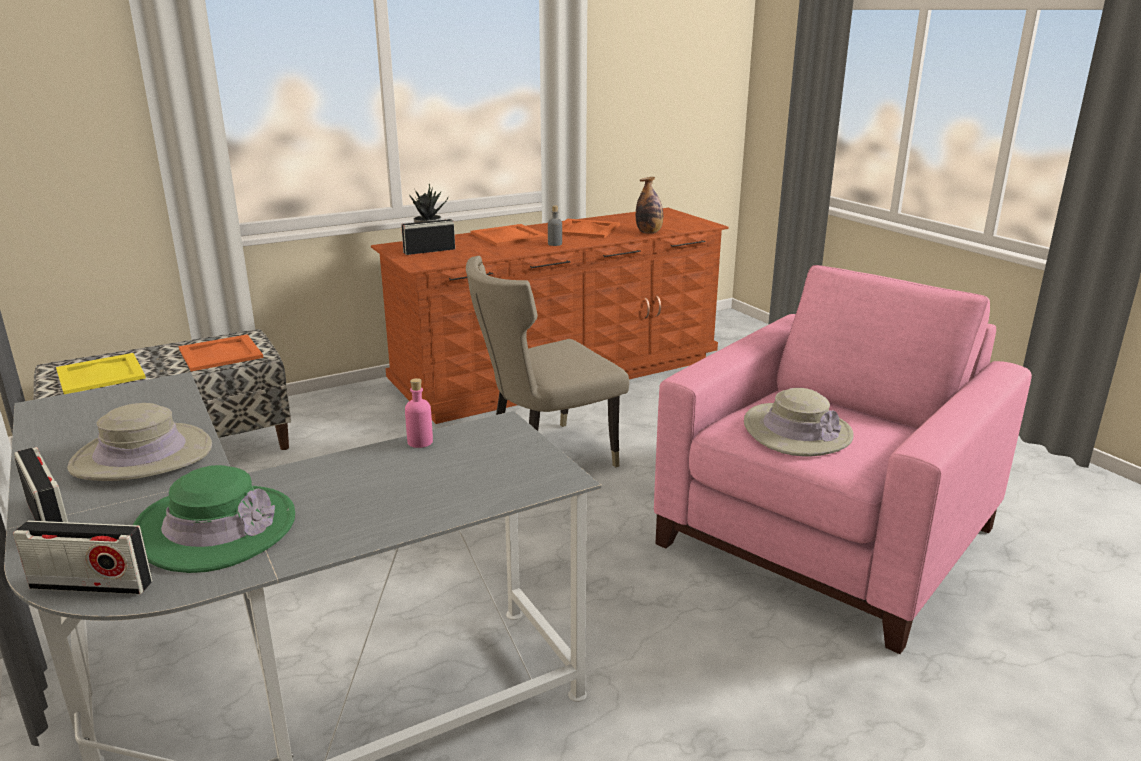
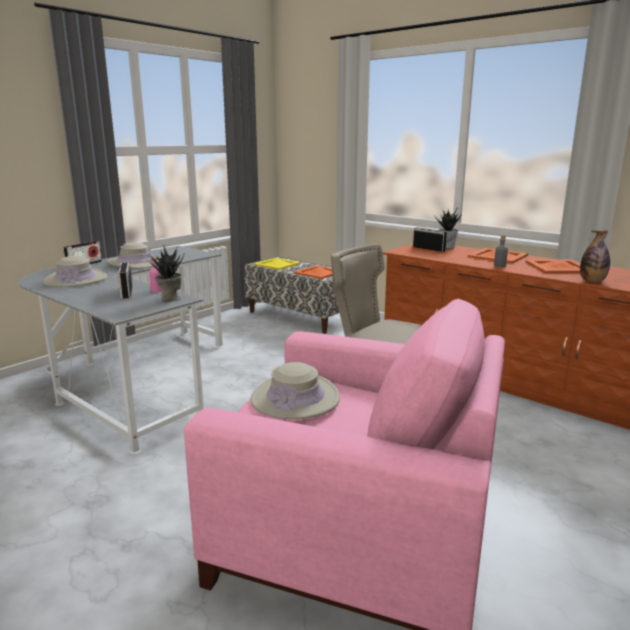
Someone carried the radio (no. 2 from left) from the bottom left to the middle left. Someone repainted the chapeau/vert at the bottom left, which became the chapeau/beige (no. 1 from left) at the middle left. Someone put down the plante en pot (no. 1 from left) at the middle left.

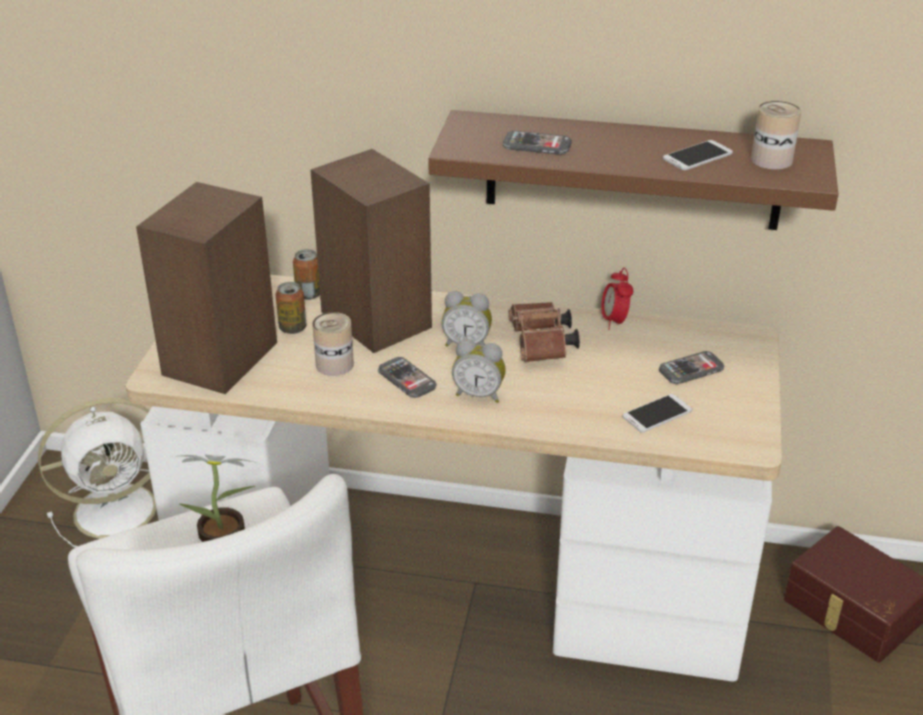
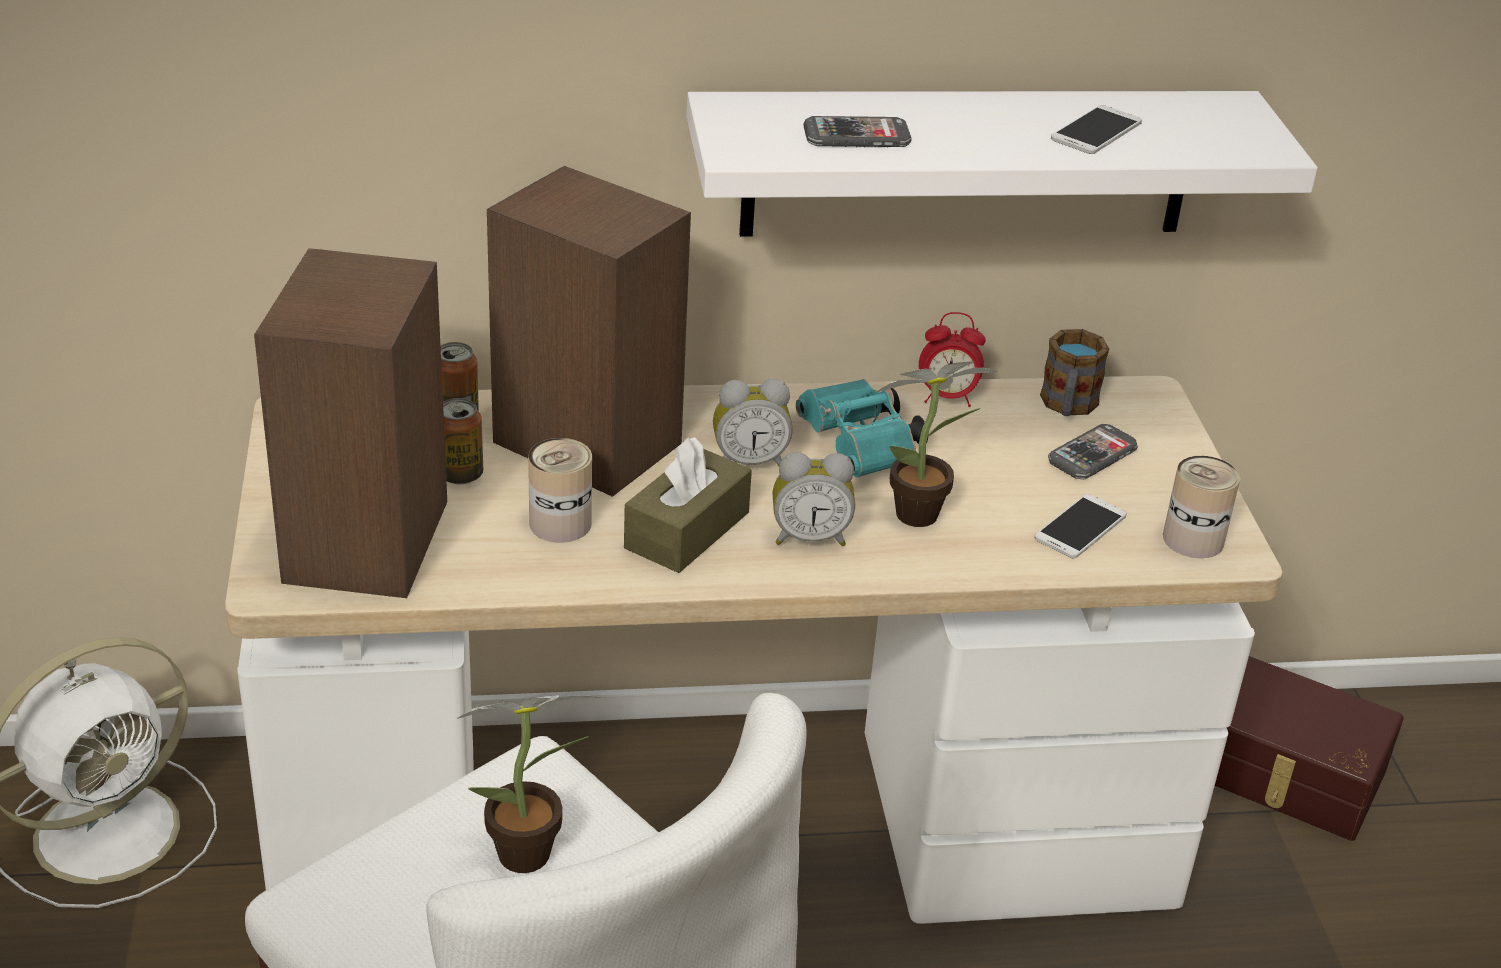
Someone swapped the téléphone (no. 1 from left) at the centre for the boîte à mouchoirs/marron at the centre. Someone repainted the étagère/marron at the top right, which became the étagère/blanc at the top right. Someone repainted the jumelles/marron at the centre, which became the jumelles/turquoise at the centre. Someone rotated the réveil (no. 3 from left) at the middle right by 60 degrees counterclockwise. Someone carried the boîte métallique (no. 4 from left) from the top right to the middle right. Someone put down the plante en pot (no. 2 from left) at the centre. Someone put down the mug at the middle right.

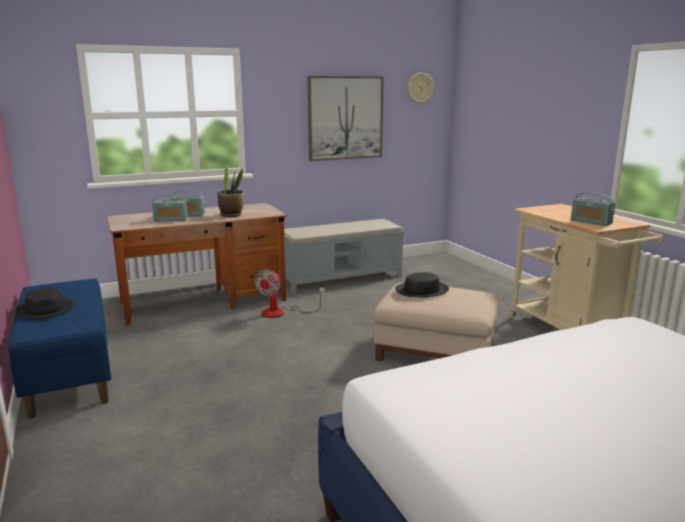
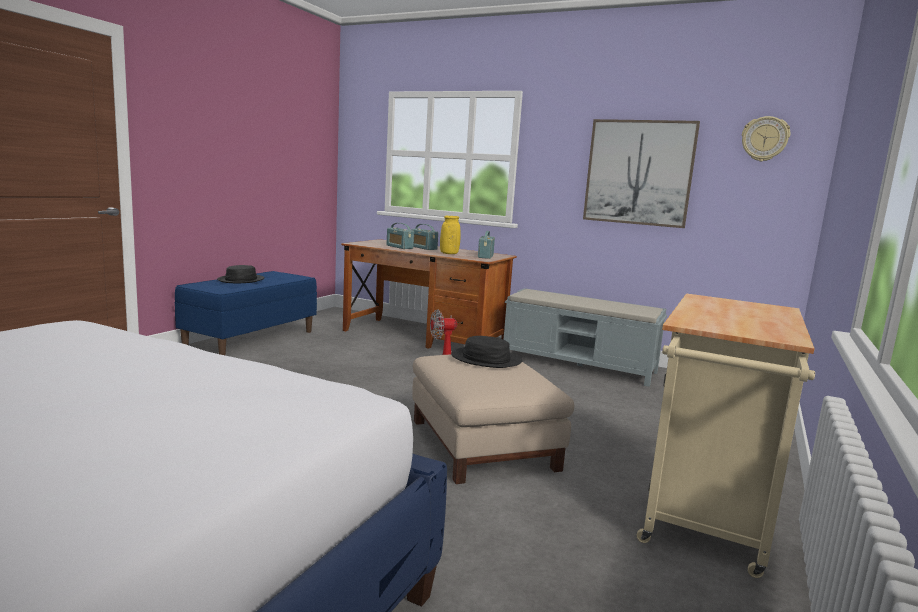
Someone swapped the plante en pot at the centre for the vase/jaune at the centre. Someone carried the radio (no. 3 from left) from the middle right to the centre.

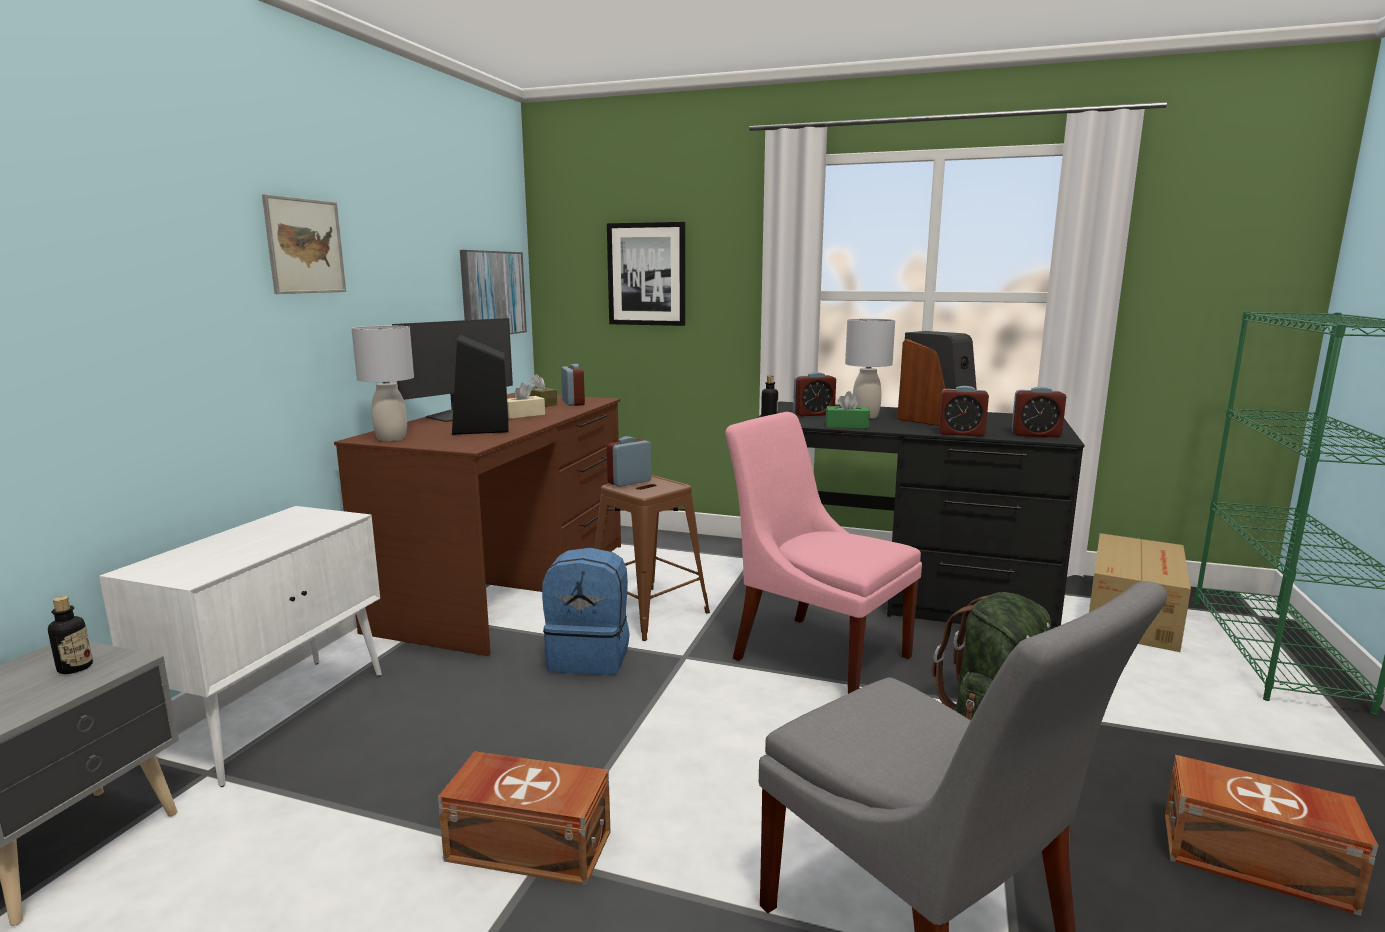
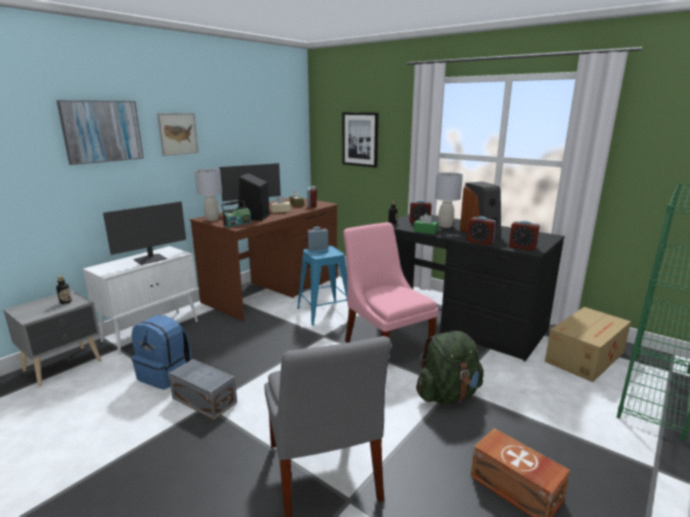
Someone repainted the boîte de rangement/marron (no. 1 from left) at the bottom centre, which became the boîte de rangement/gris at the bottom left. Someone carried the tableau (no. 2 from left in the first image) from the top centre to the top left. Someone carried the sac à dos/bleu from the centre to the bottom left. Someone repainted the tabouret/marron at the centre, which became the tabouret/bleu at the centre. Someone put down the écran d'ordinateur (no. 1 from left) at the middle left. Someone put down the radio at the centre.

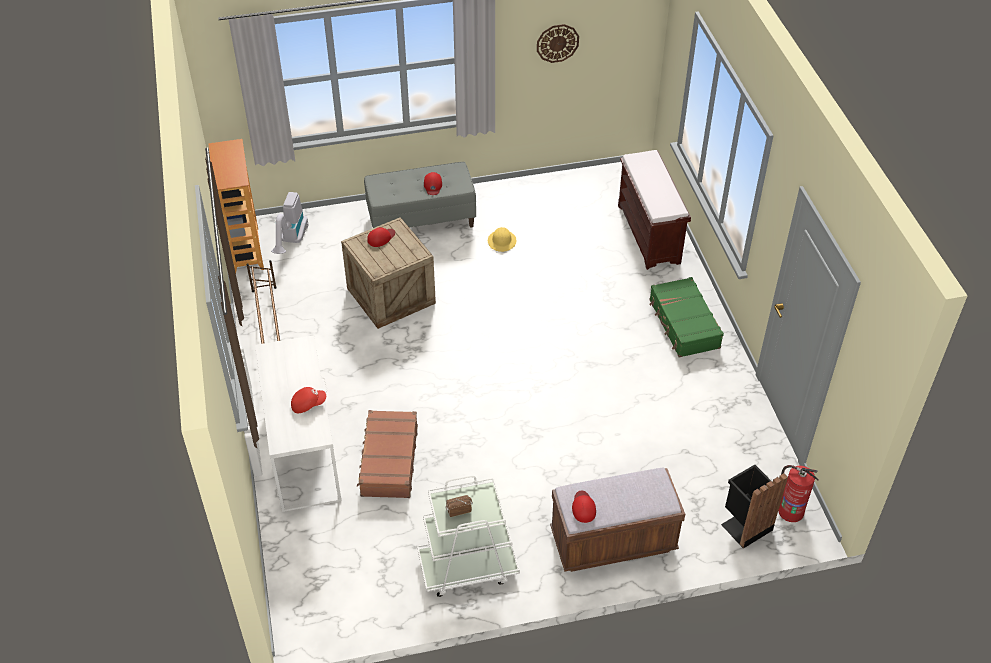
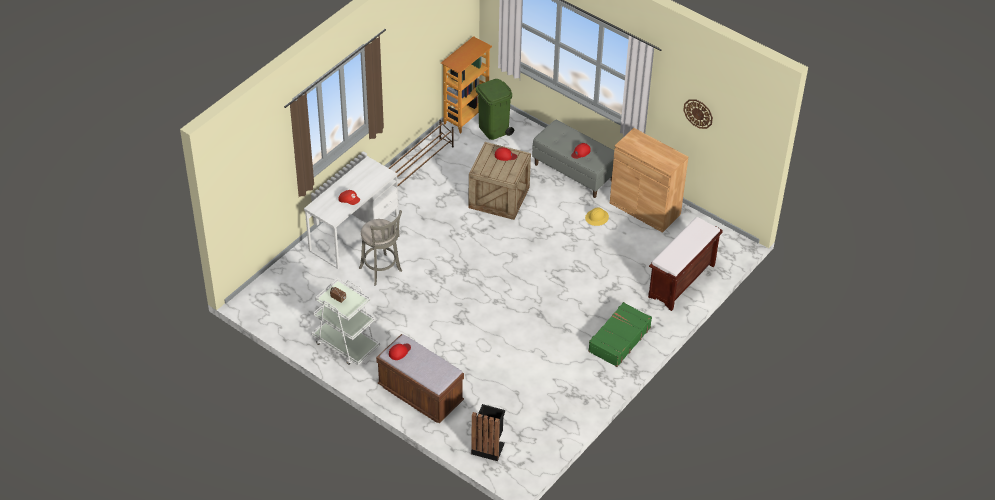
Someone swapped the aspirateur at the middle left for the poubelle/vert at the top centre. Someone swapped the valise/marron at the bottom centre for the tabouret/gris at the centre. Someone took away the extincteur at the bottom right. Someone put down the meuble de rangement/marron at the centre.

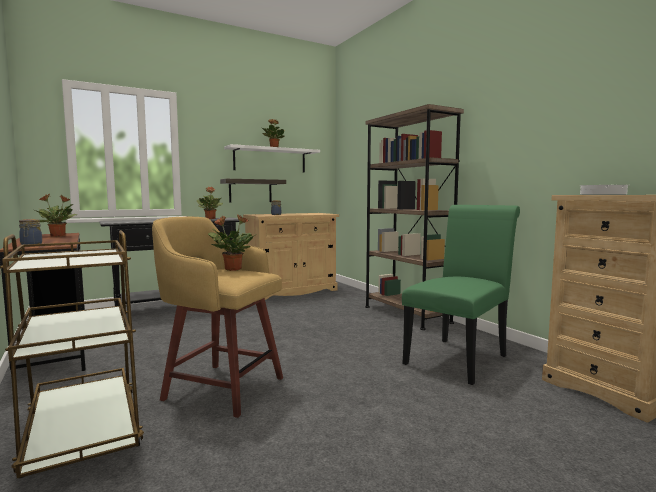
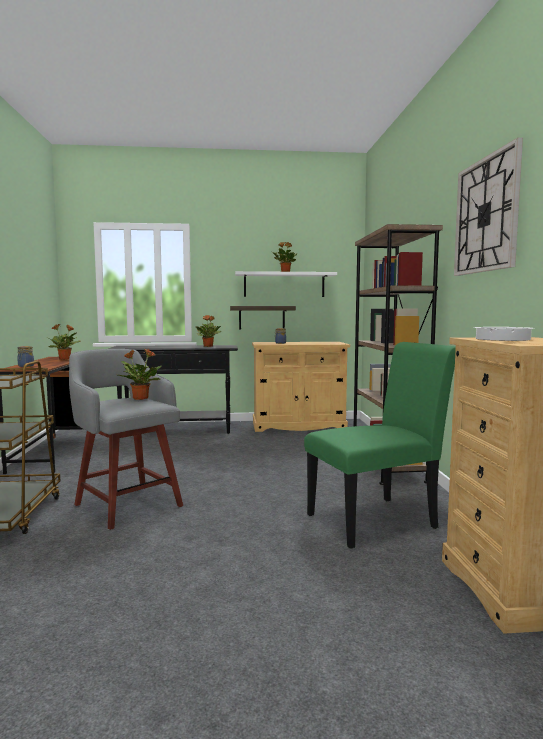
Someone repainted the tabouret/jaune at the middle left, which became the tabouret/gris at the middle left. Someone put up the horloge murale at the top right.

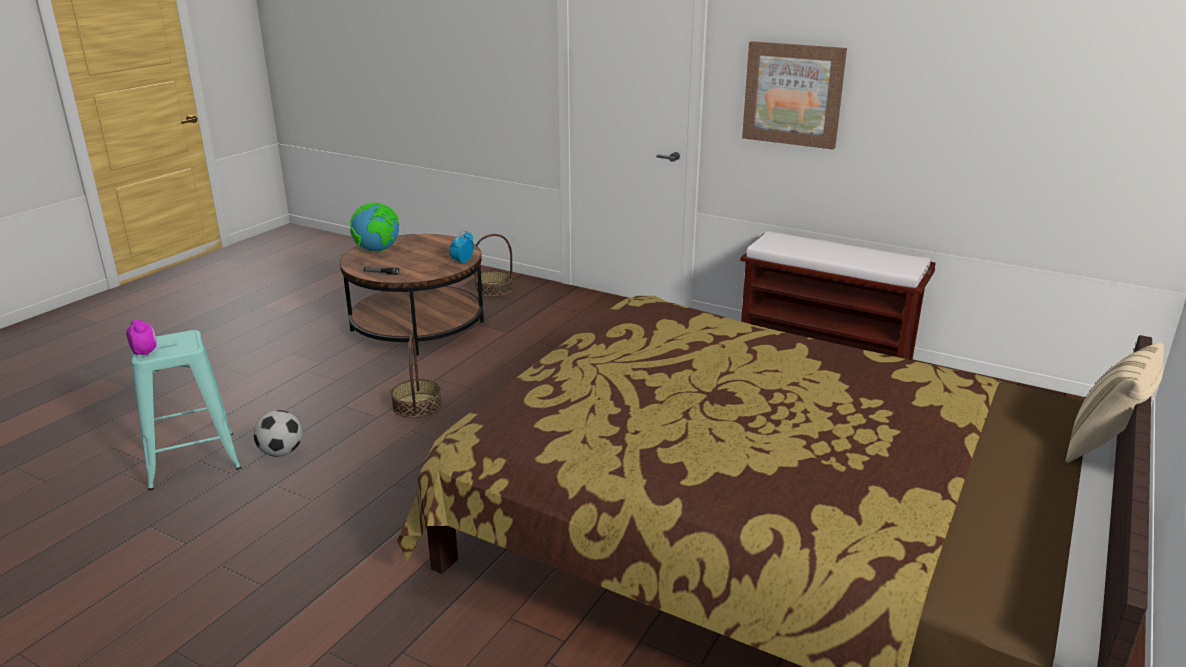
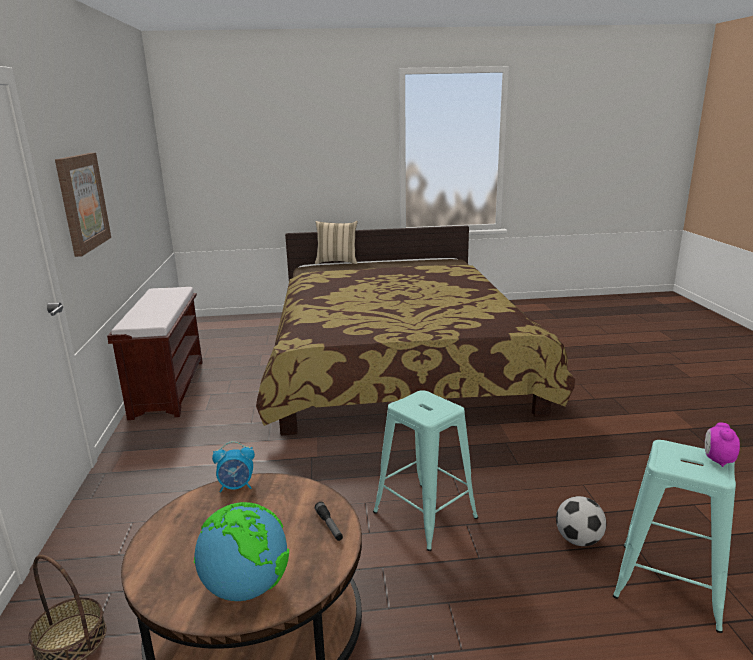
Someone swapped the panier (no. 1 from left) at the centre for the tabouret/turquoise (no. 1 from left) at the bottom centre.

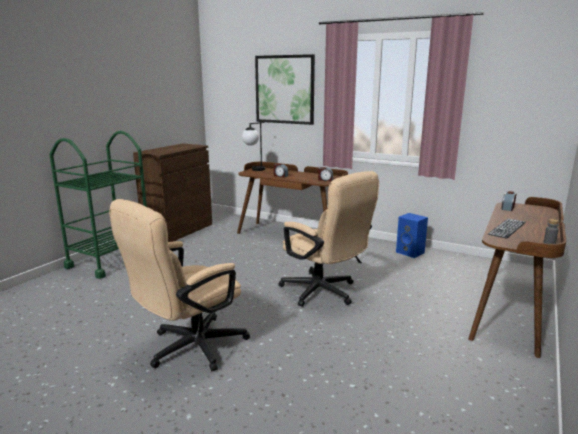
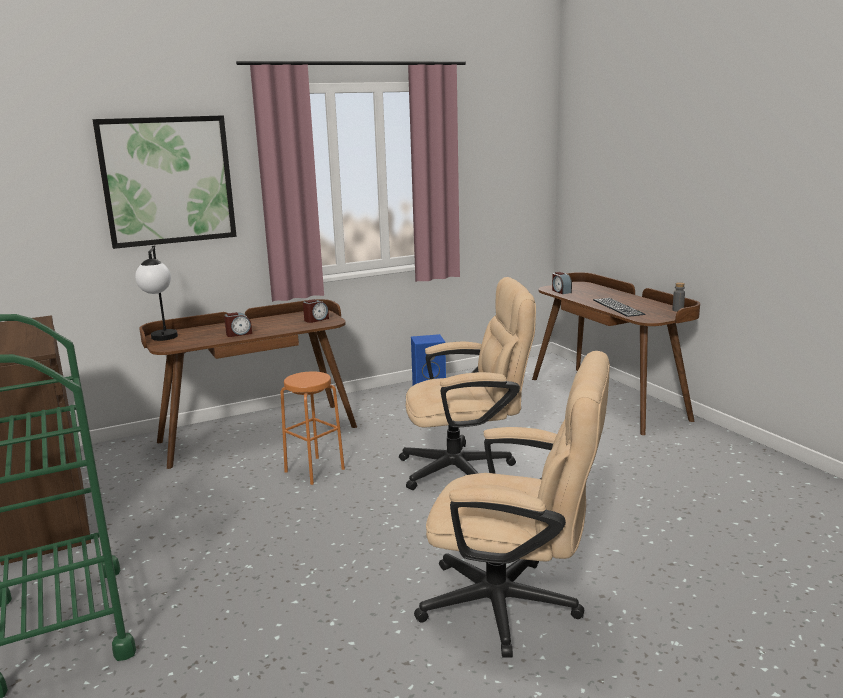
Someone rotated the chaise de bureau/beige (no. 1 from left in the first image) at the middle left by 60 degrees counterclockwise. Someone put down the tabouret/orange at the centre.

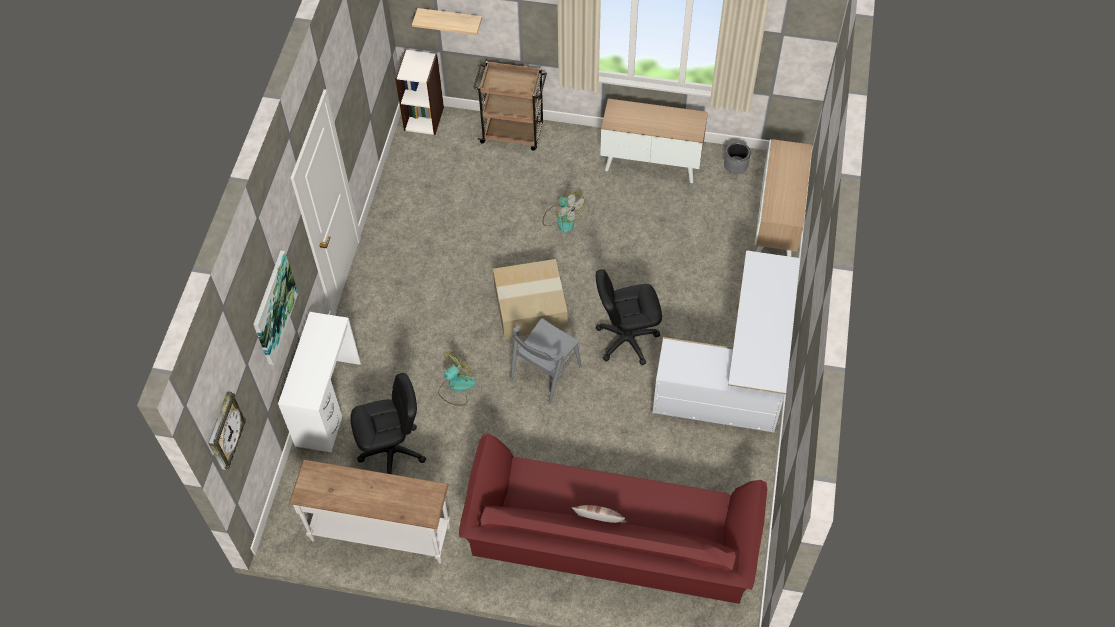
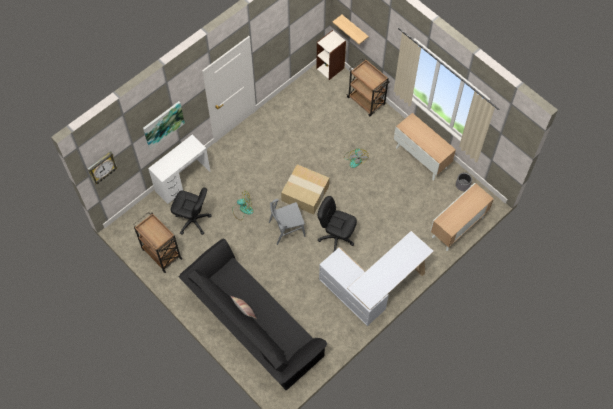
Someone swapped the table console/blanc at the bottom left for the chariot/marron (no. 1 from left) at the middle left. Someone repainted the canapé/rouge at the bottom centre, which became the canapé/noir at the bottom centre.

